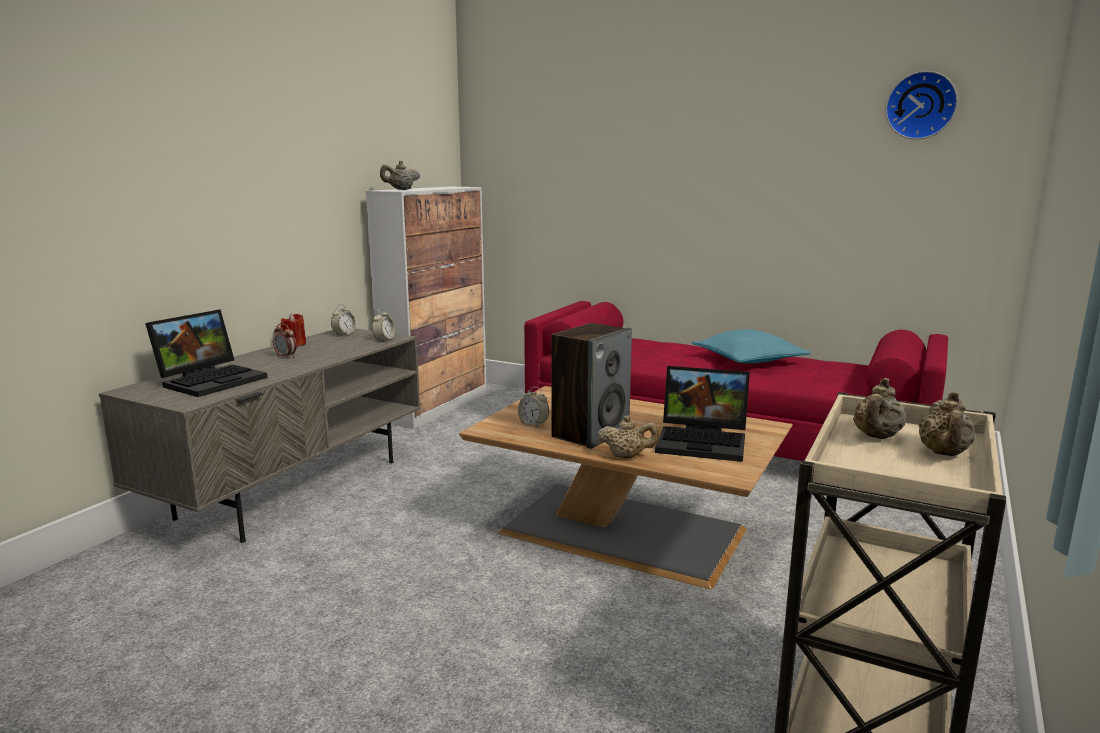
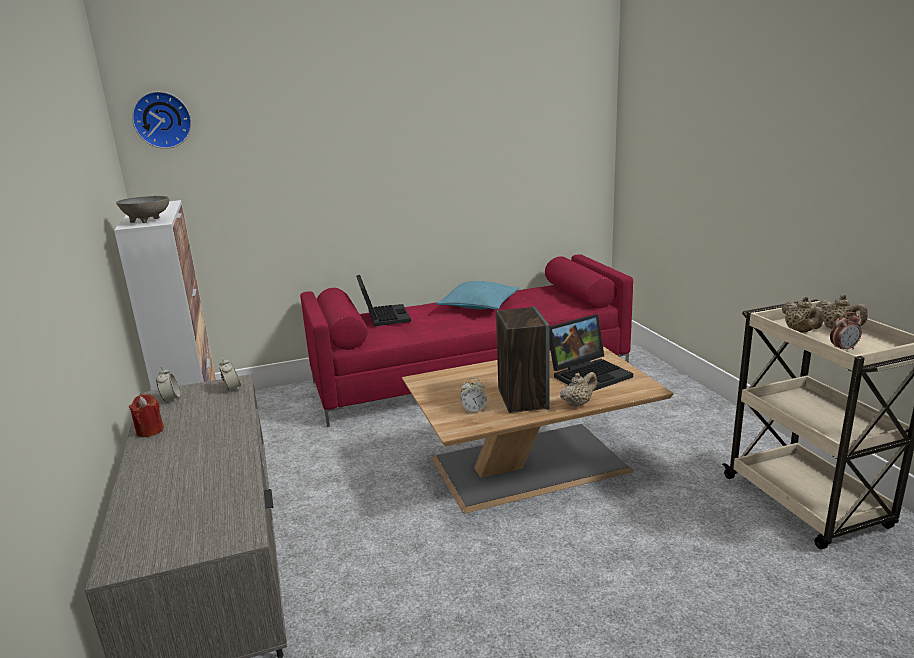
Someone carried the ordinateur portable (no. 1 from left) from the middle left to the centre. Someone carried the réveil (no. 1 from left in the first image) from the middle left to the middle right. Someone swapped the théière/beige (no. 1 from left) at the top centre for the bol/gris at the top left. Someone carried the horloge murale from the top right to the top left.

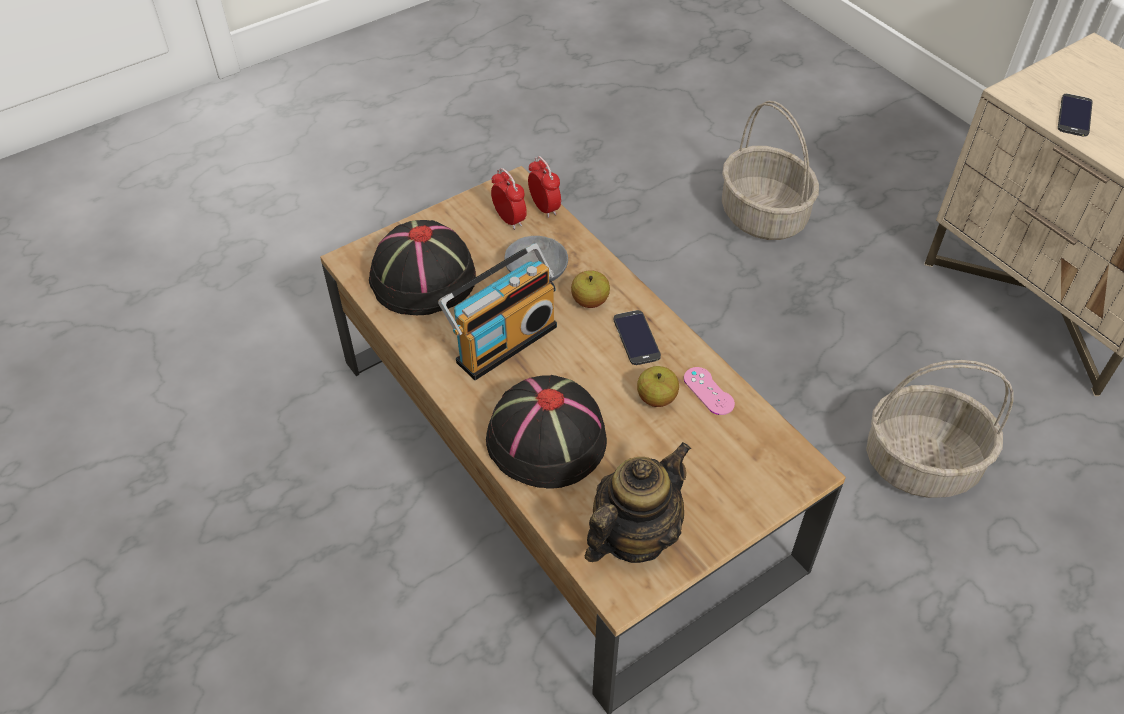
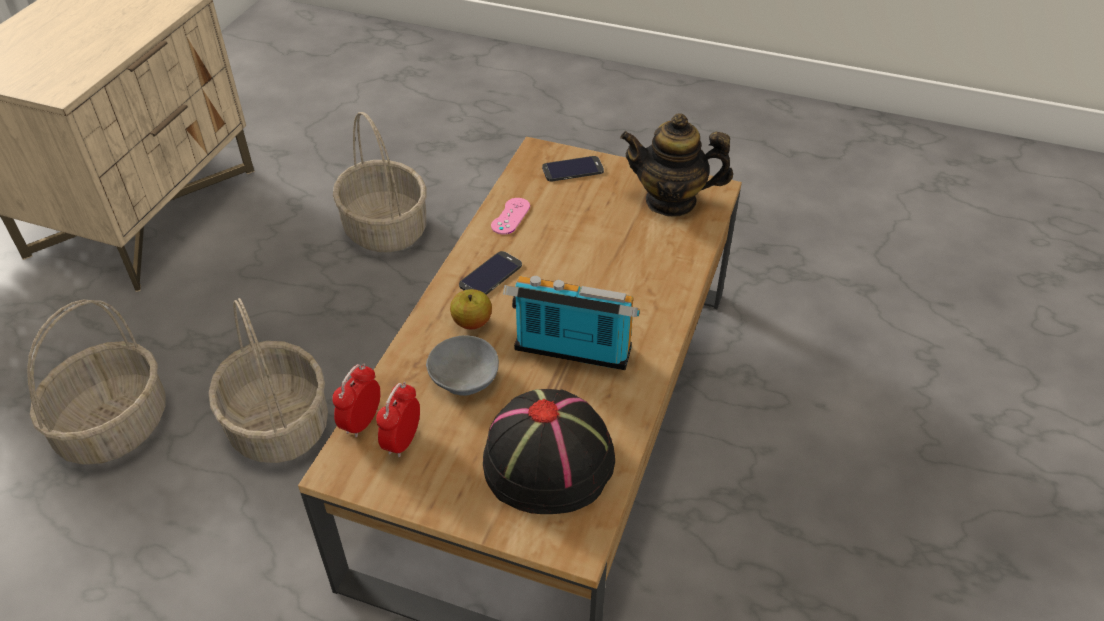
Someone took away the chapeau/noir (no. 2 from left) at the centre. Someone took away the pomme (no. 2 from left) at the centre. Someone carried the téléphone (no. 2 from left) from the top right to the top centre. Someone put down the panier (no. 2 from left) at the middle left.

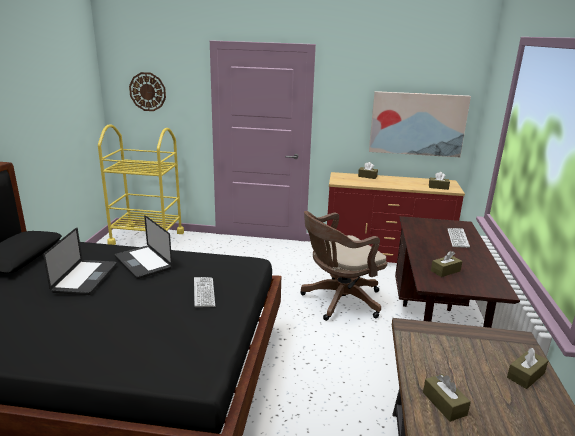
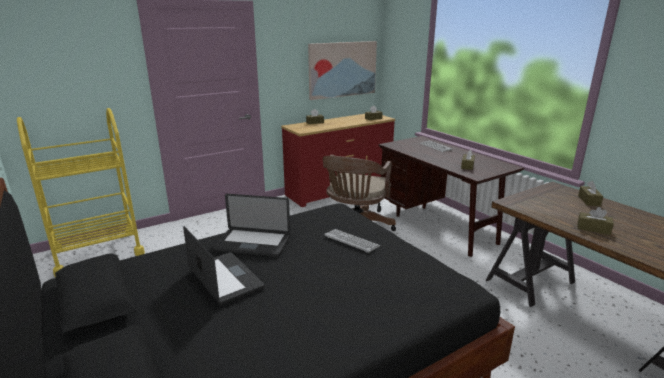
Someone took away the horloge murale at the top left.

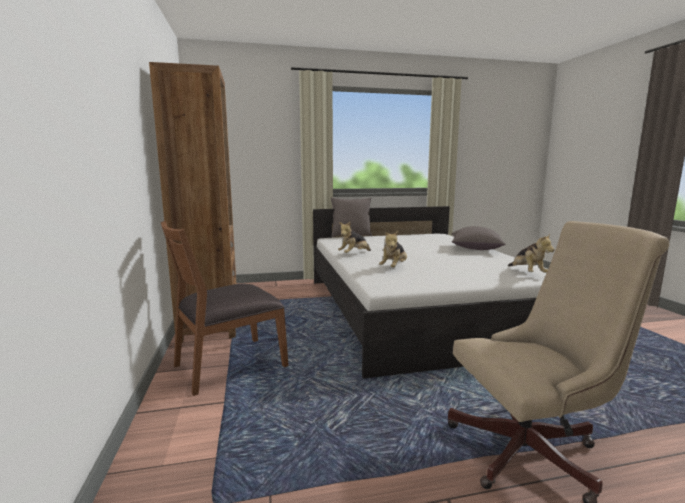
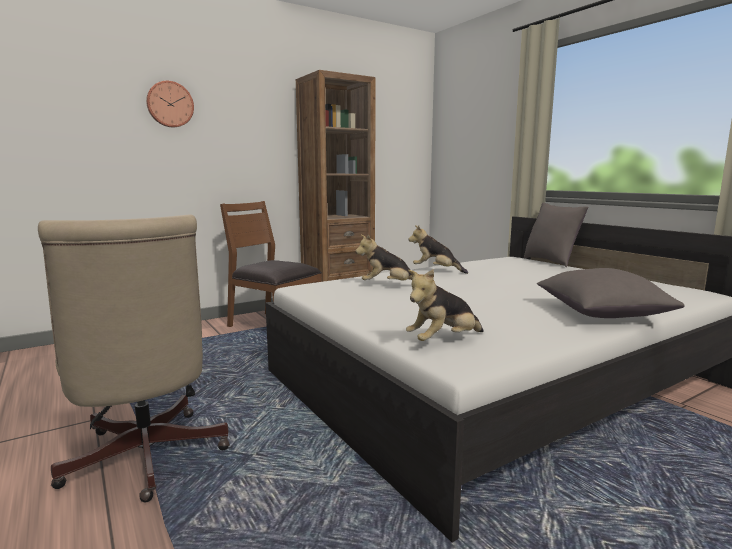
Someone put up the horloge murale at the top left.

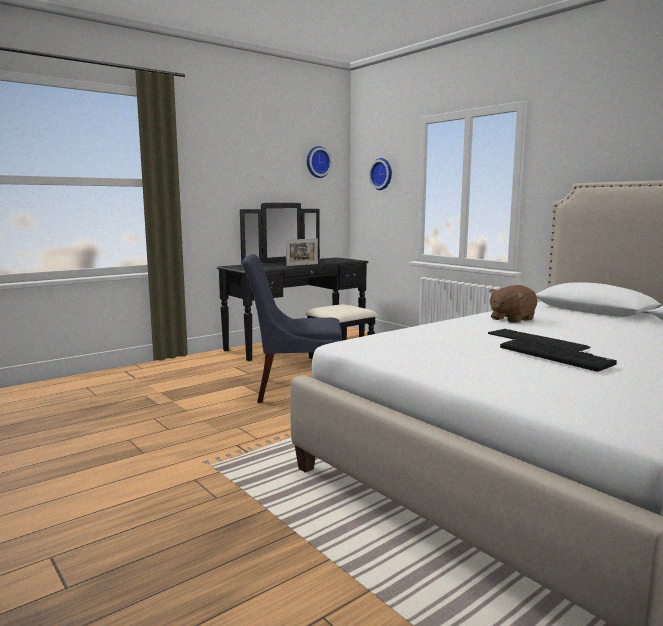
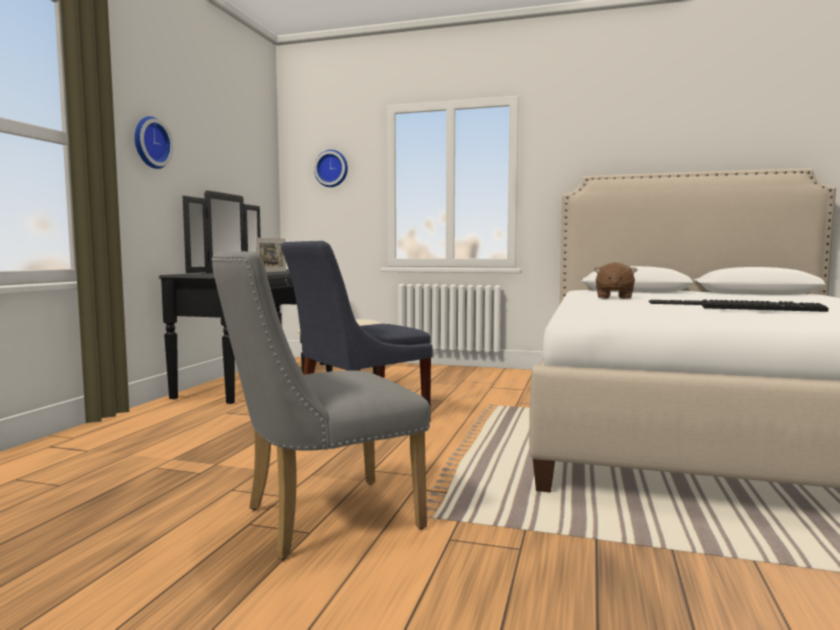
Someone carried the horloge murale (no. 1 from left) from the top centre to the top left. Someone put down the chaise/gris at the centre.

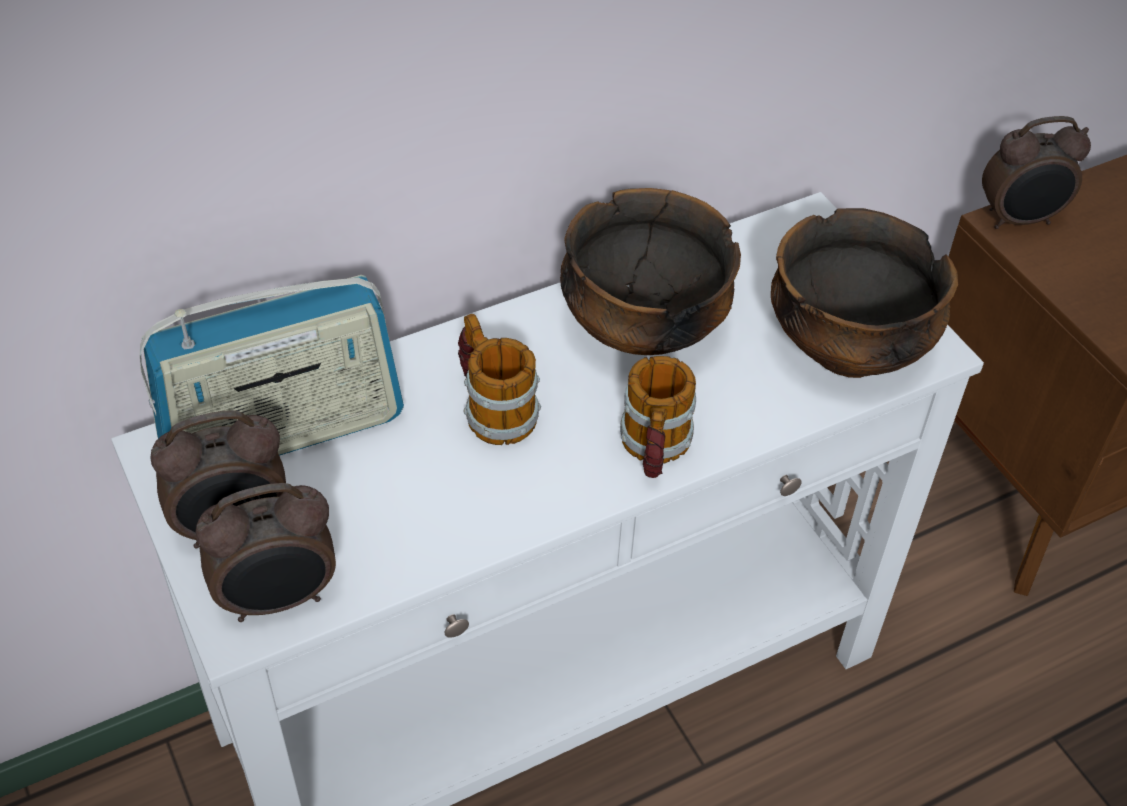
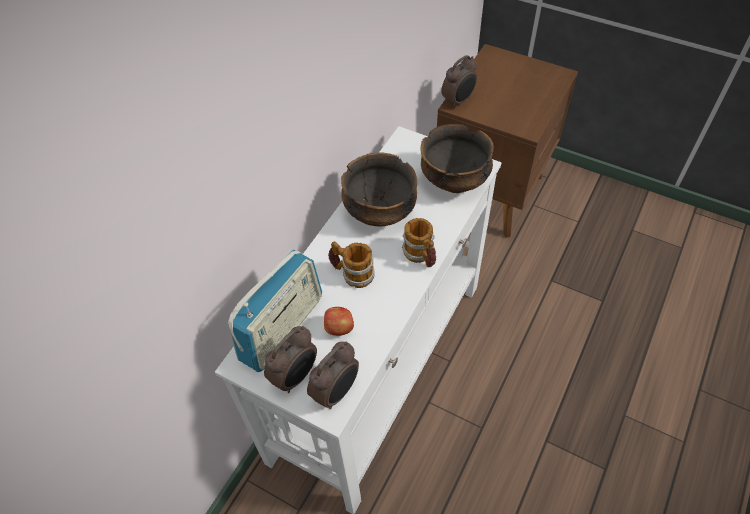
Someone put down the pomme at the centre.

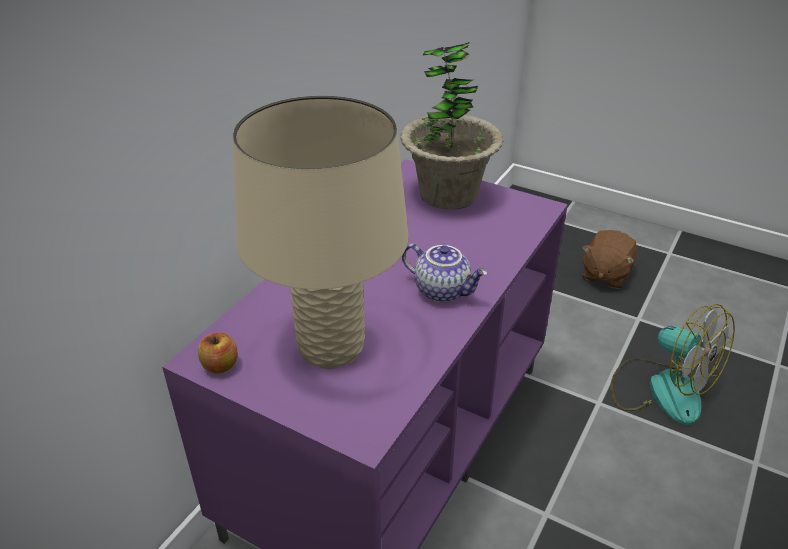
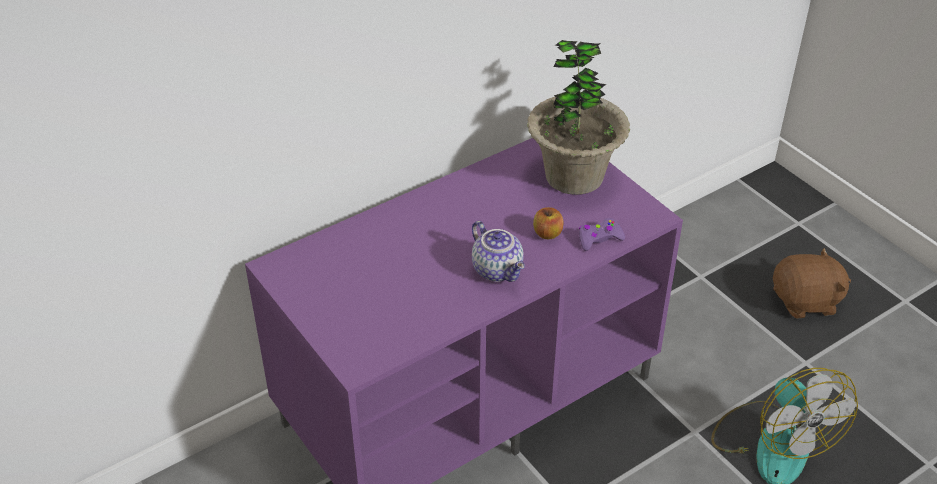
Someone carried the pomme from the middle left to the centre. Someone took away the lampe de table/beige at the centre. Someone rotated the peluche/marron at the middle right by 150 degrees counterclockwise. Someone put down the manette/violet at the centre.

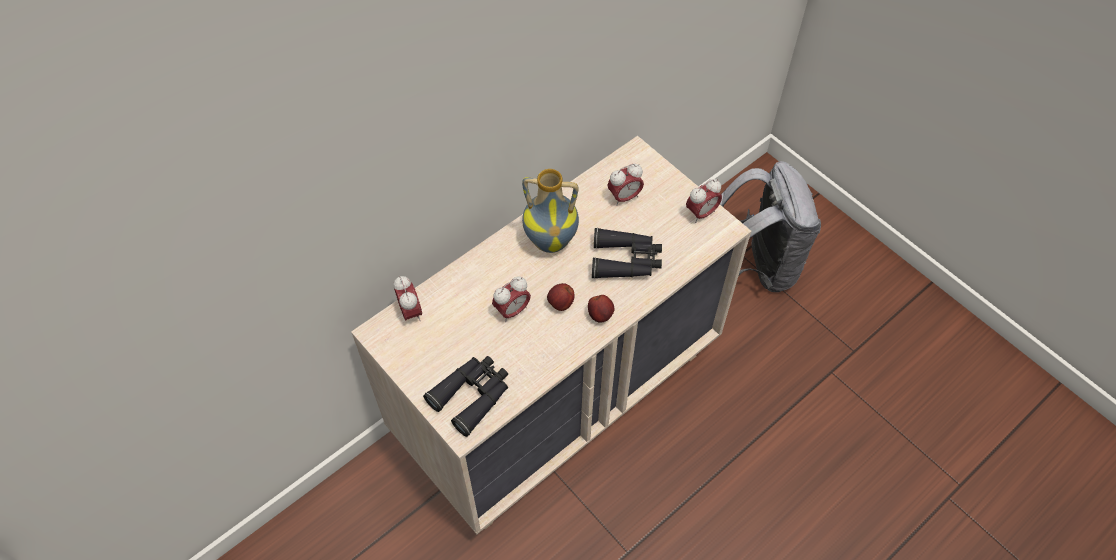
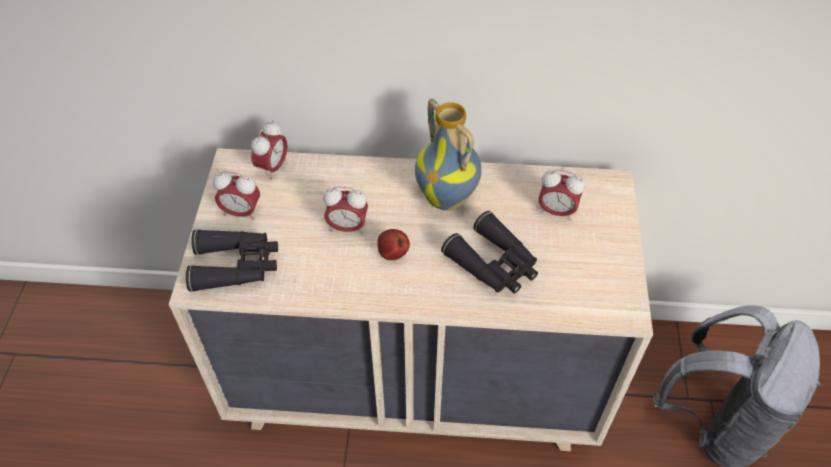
Someone took away the pomme (no. 2 from left) at the centre. Someone carried the réveil (no. 4 from left in the first image) from the centre to the middle left.

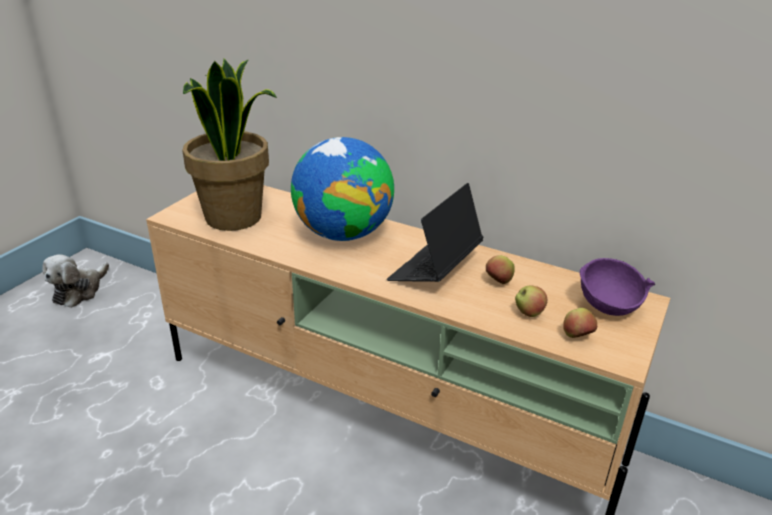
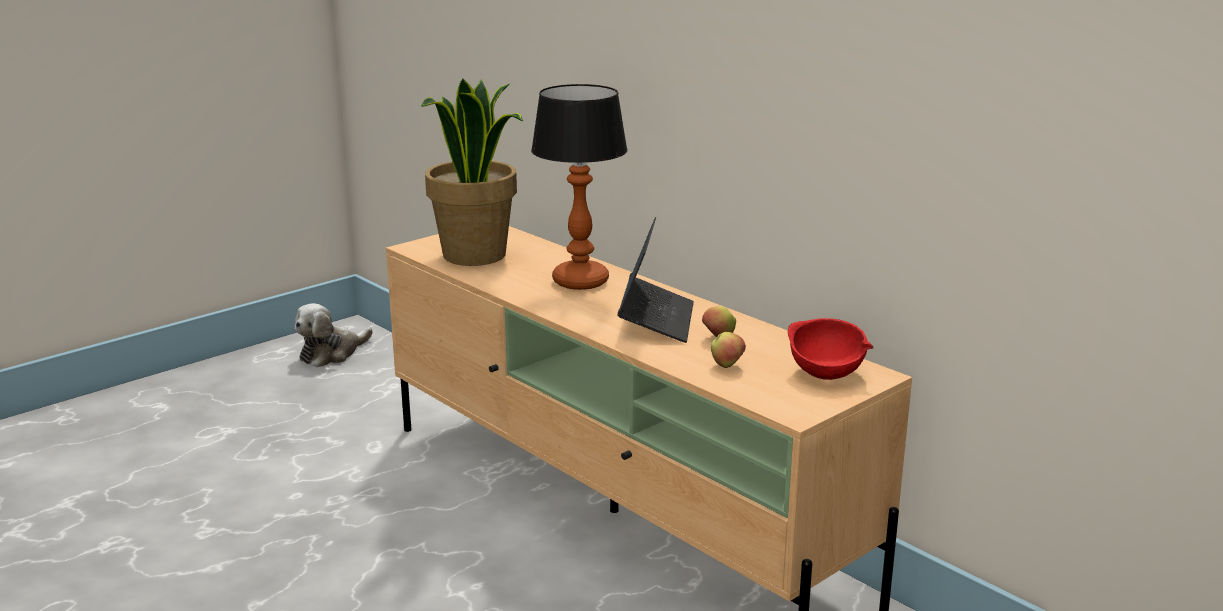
Someone swapped the globe at the centre for the lampe de table at the top centre. Someone rotated the ordinateur portable at the centre by 135 degrees clockwise. Someone took away the pomme (no. 3 from left) at the middle right. Someone repainted the bol/violet at the middle right, which became the bol/rouge at the middle right.

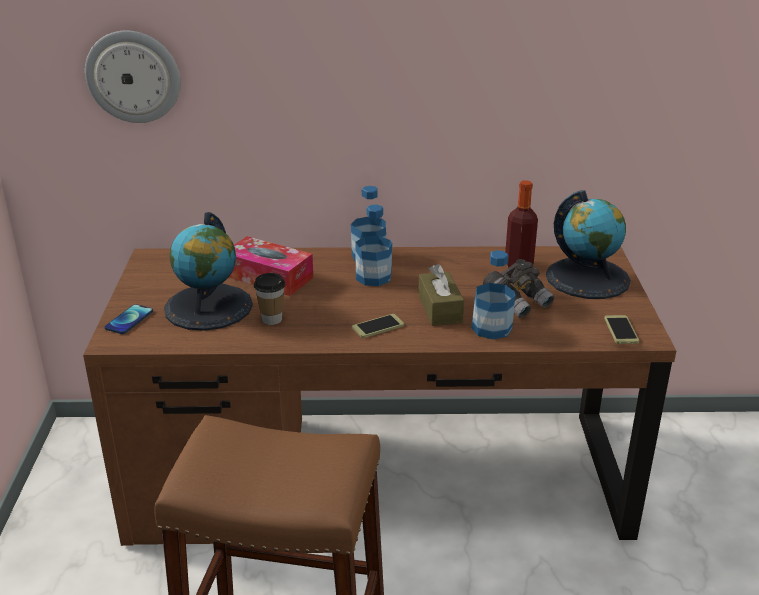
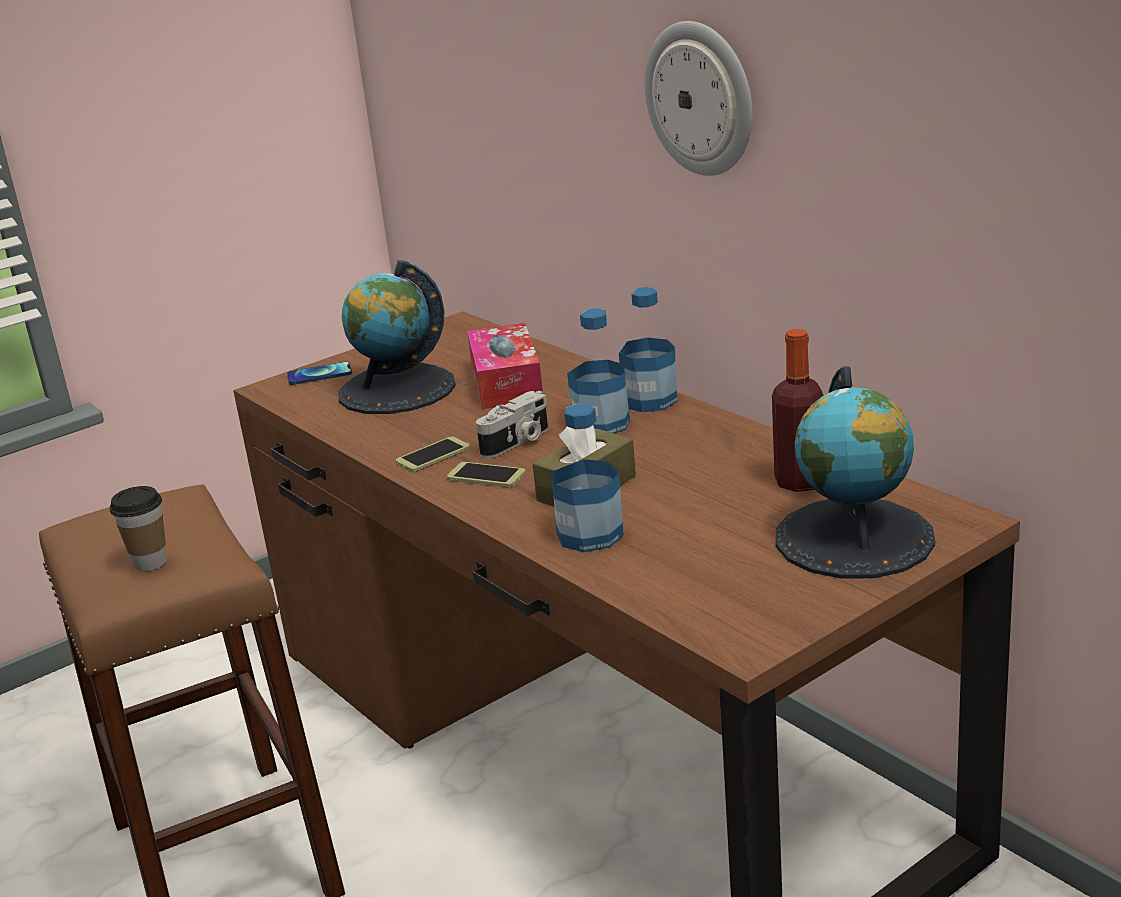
Someone carried the horloge murale from the top left to the top centre. Someone carried the tasse from the centre to the middle left. Someone took away the jumelles/gris at the middle right. Someone carried the téléphone (no. 3 from left in the first image) from the middle right to the centre. Someone put down the appareil photo at the centre.

